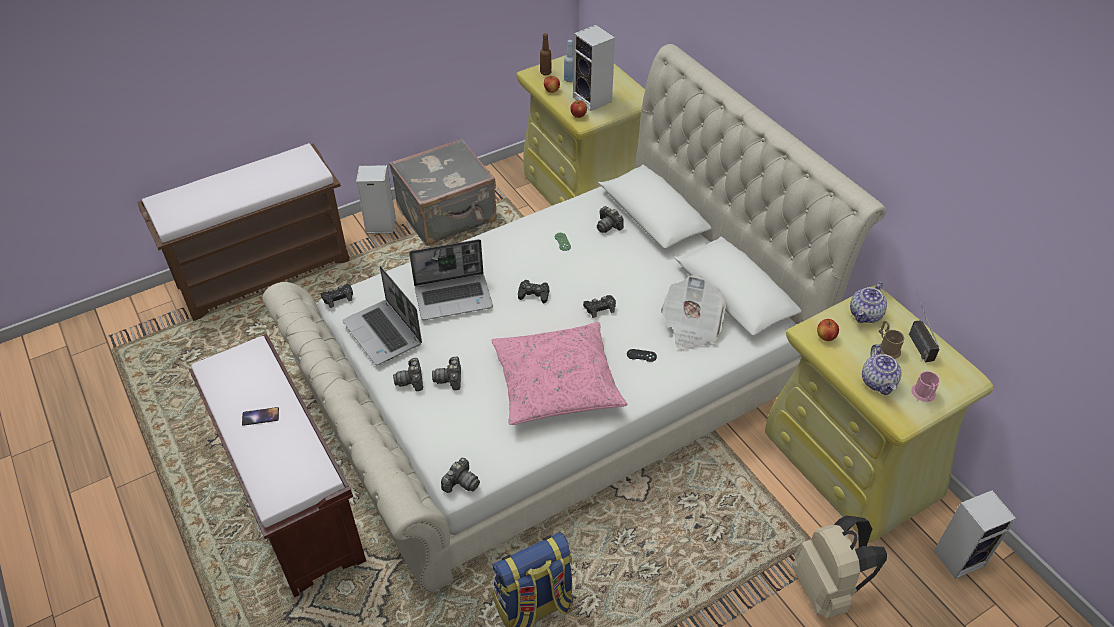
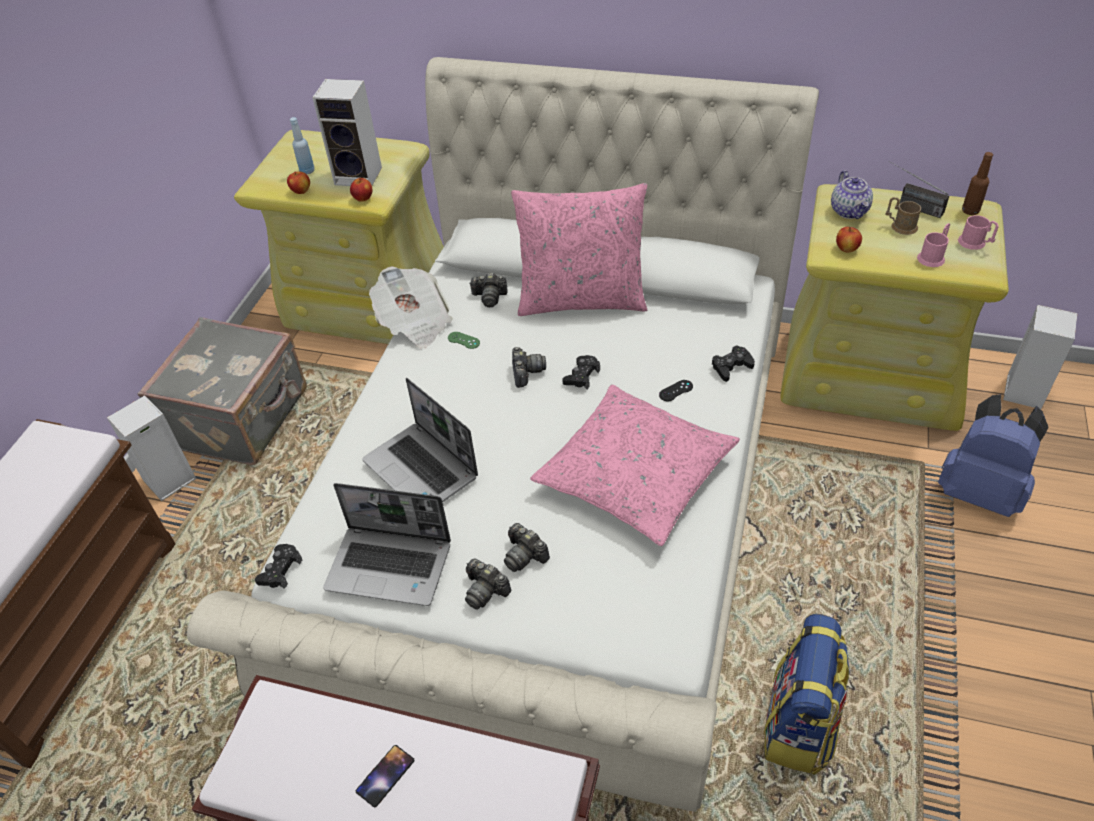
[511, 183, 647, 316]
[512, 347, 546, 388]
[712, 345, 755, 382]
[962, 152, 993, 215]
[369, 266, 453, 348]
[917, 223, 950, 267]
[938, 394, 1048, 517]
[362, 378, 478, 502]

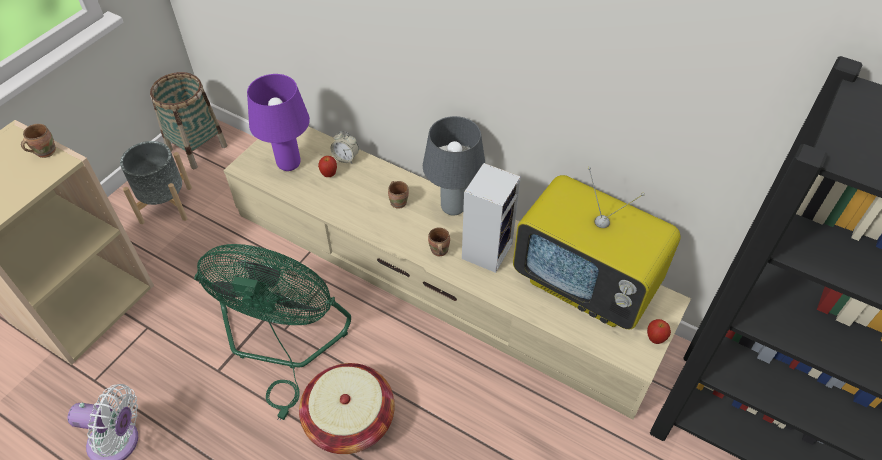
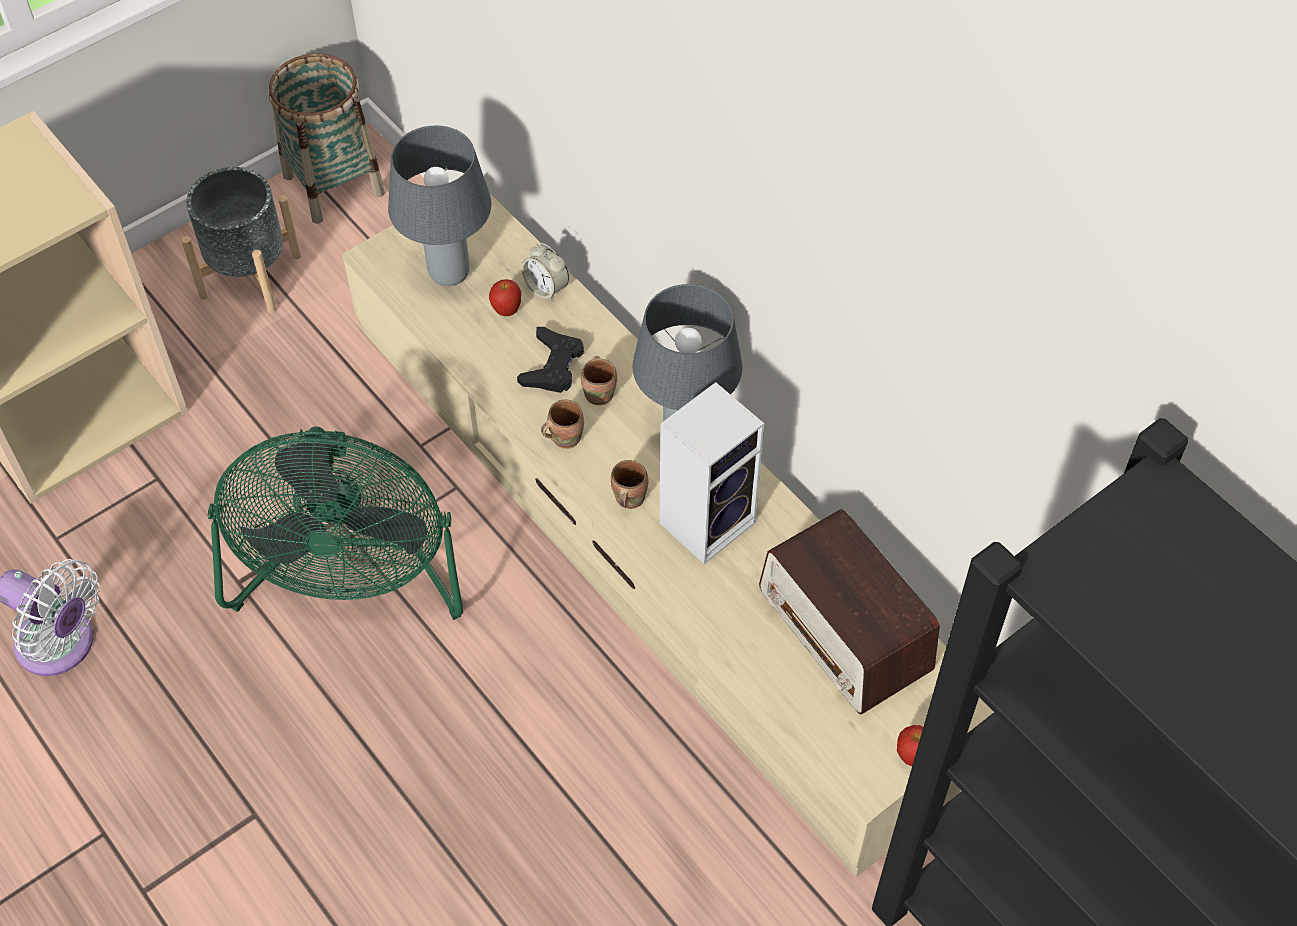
[299, 363, 395, 454] (first image)
[517, 327, 584, 393]
[541, 400, 584, 449]
[759, 509, 939, 715]
[388, 126, 492, 286]
[208, 426, 463, 620]

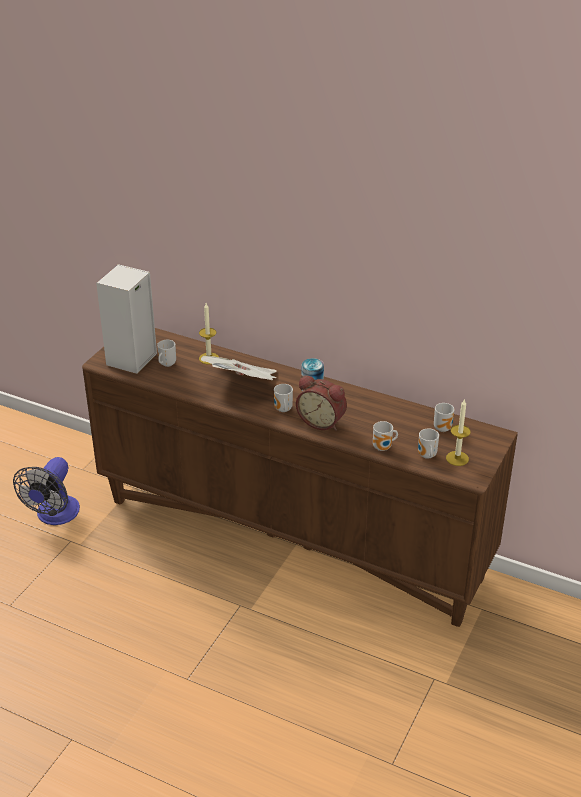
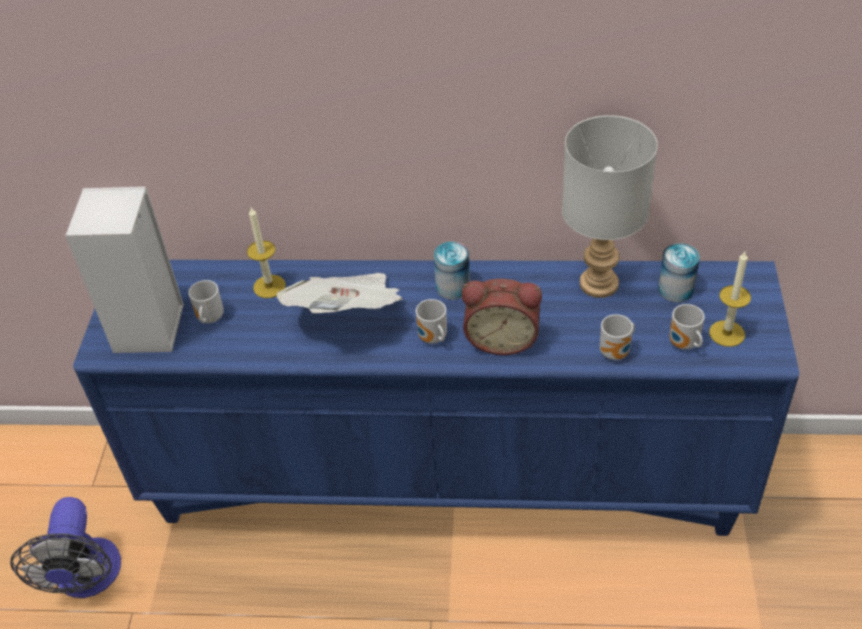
[562, 115, 658, 298]
[658, 243, 700, 302]
[73, 260, 800, 536]

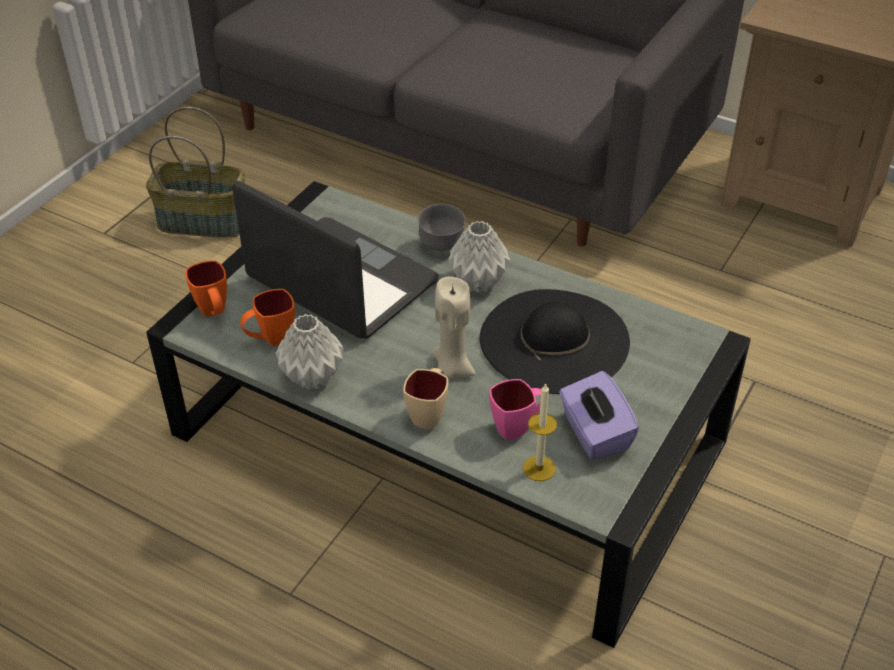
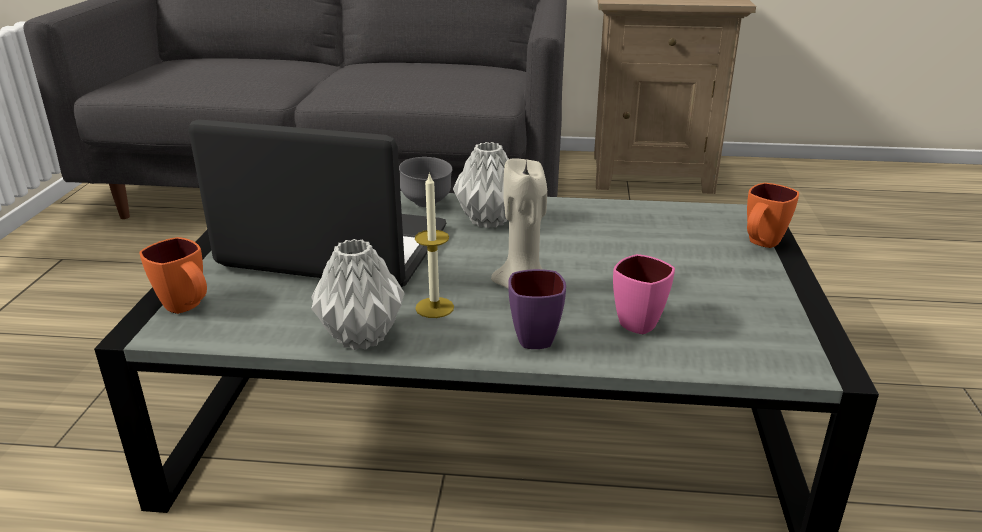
[146, 107, 245, 238] (first image)
[480, 289, 630, 394] (first image)
[559, 371, 639, 460] (first image)
[747, 183, 799, 248]
[415, 172, 454, 318]
[508, 269, 566, 349]

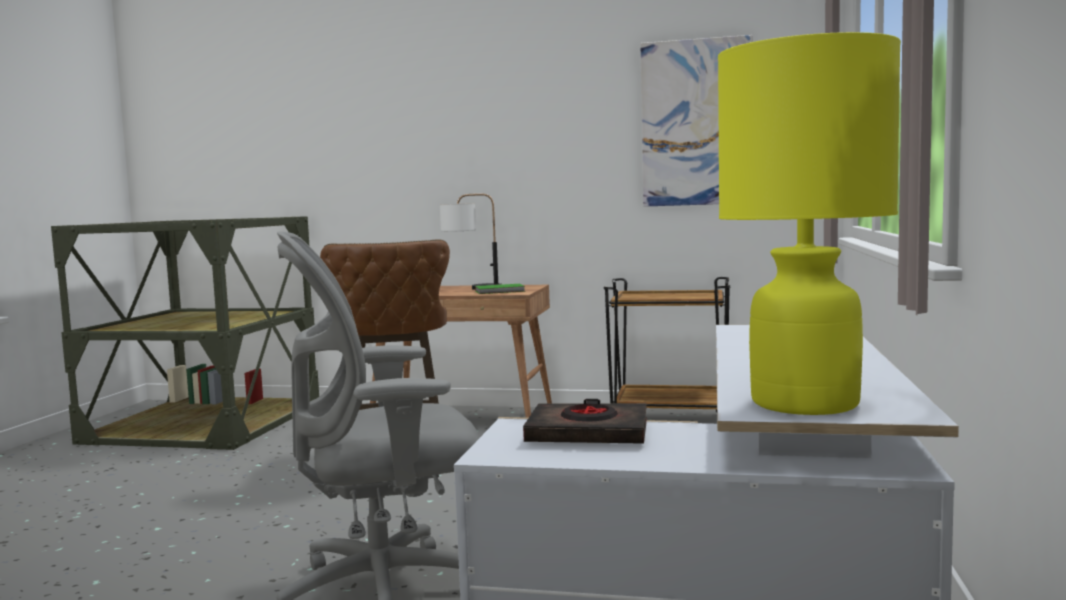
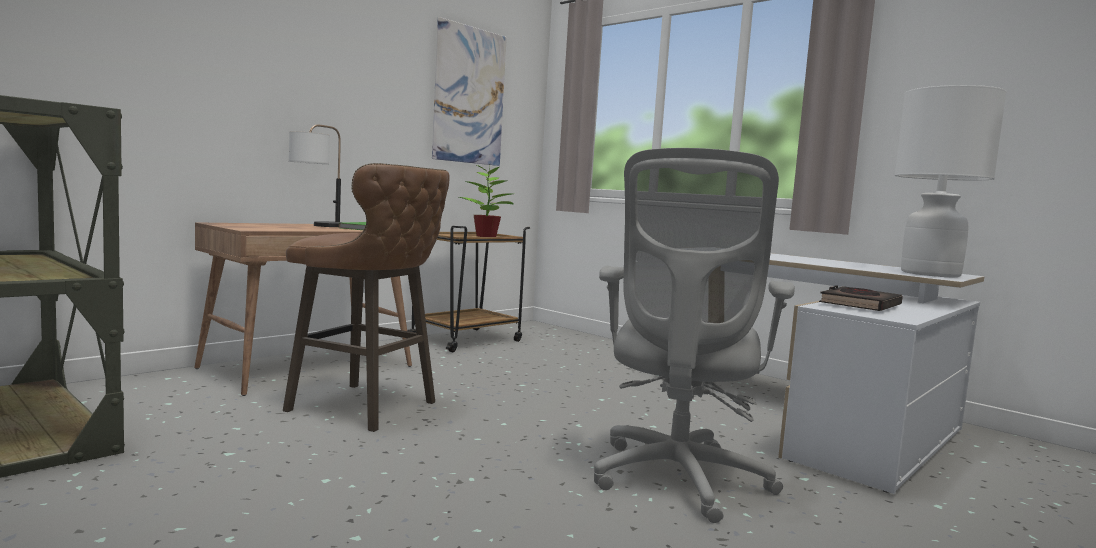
[459, 163, 513, 237]
[895, 85, 1007, 277]

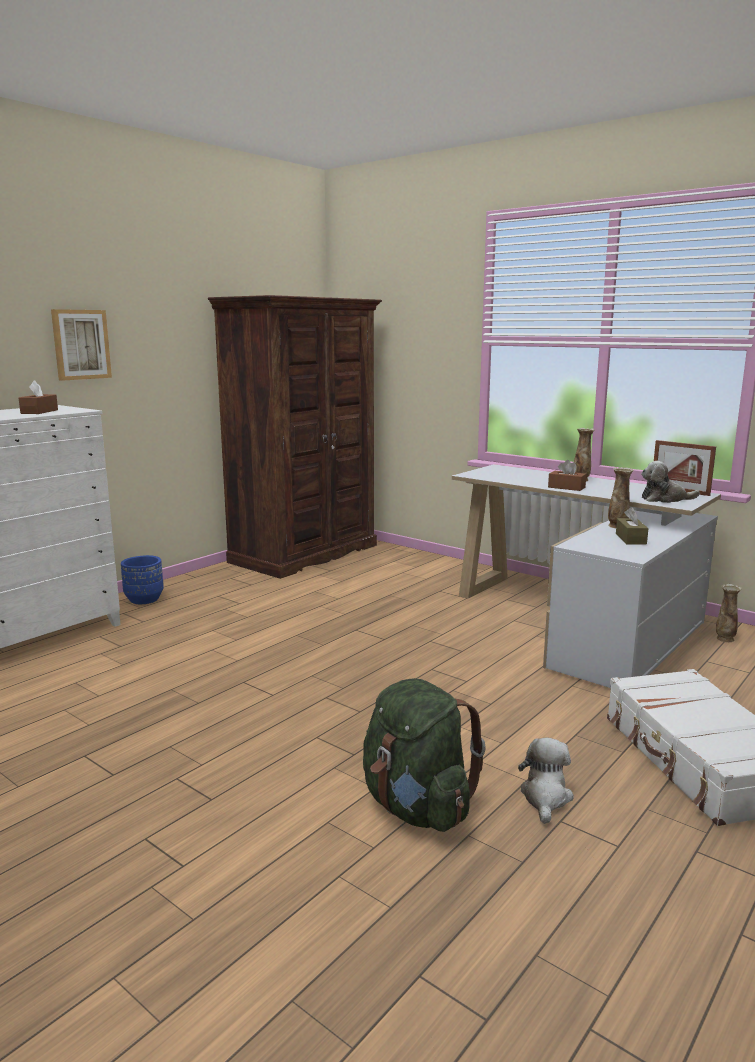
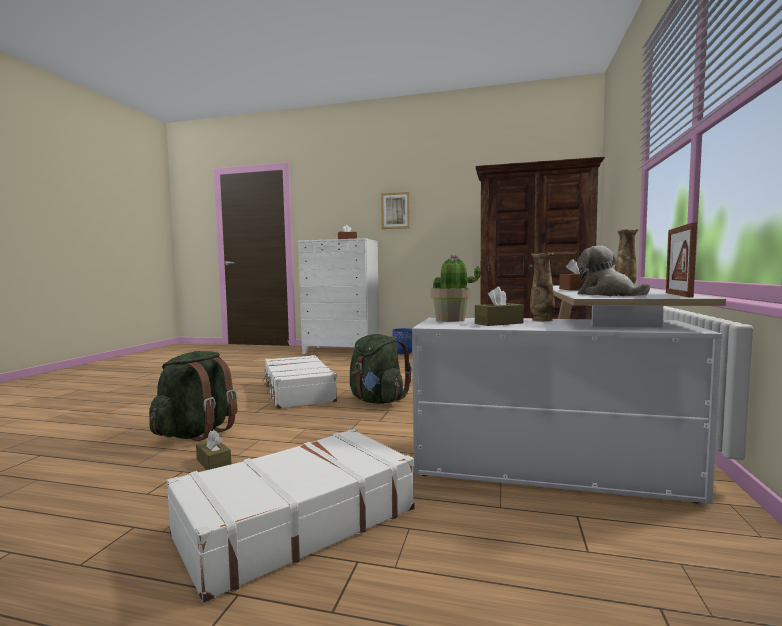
[716, 584, 742, 642] (first image)
[262, 355, 337, 409]
[350, 334, 412, 404]
[431, 255, 481, 322]
[196, 430, 231, 470]

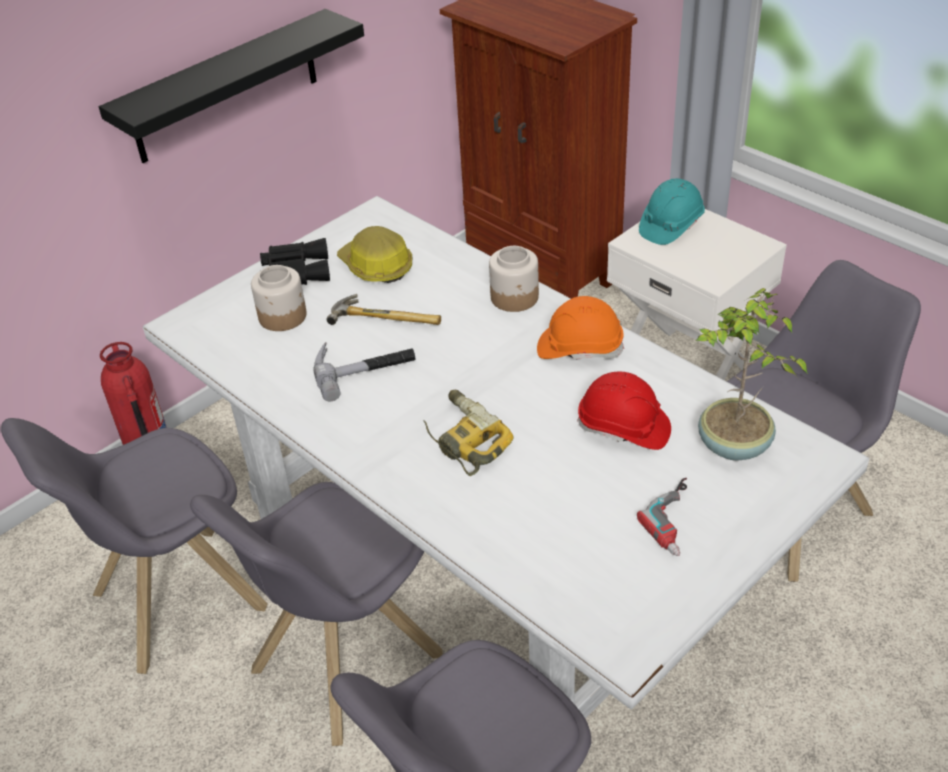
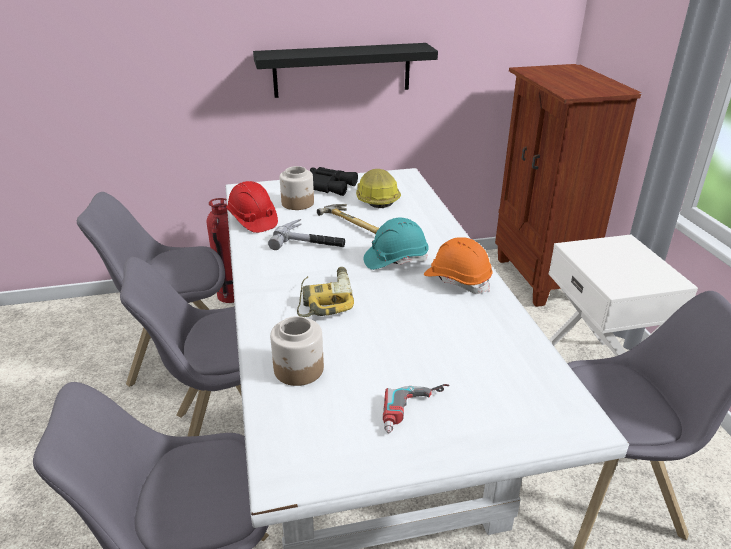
[696, 288, 808, 461] (first image)
[270, 316, 324, 386]
[226, 181, 278, 233]
[364, 218, 429, 270]

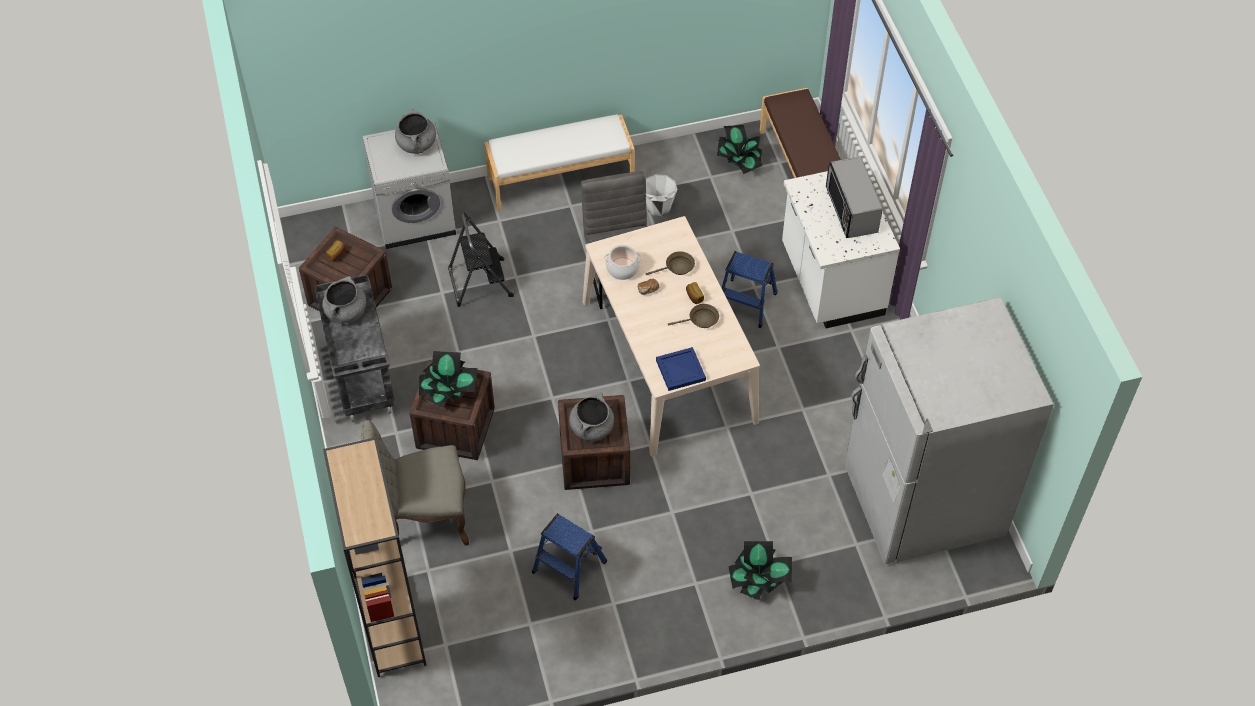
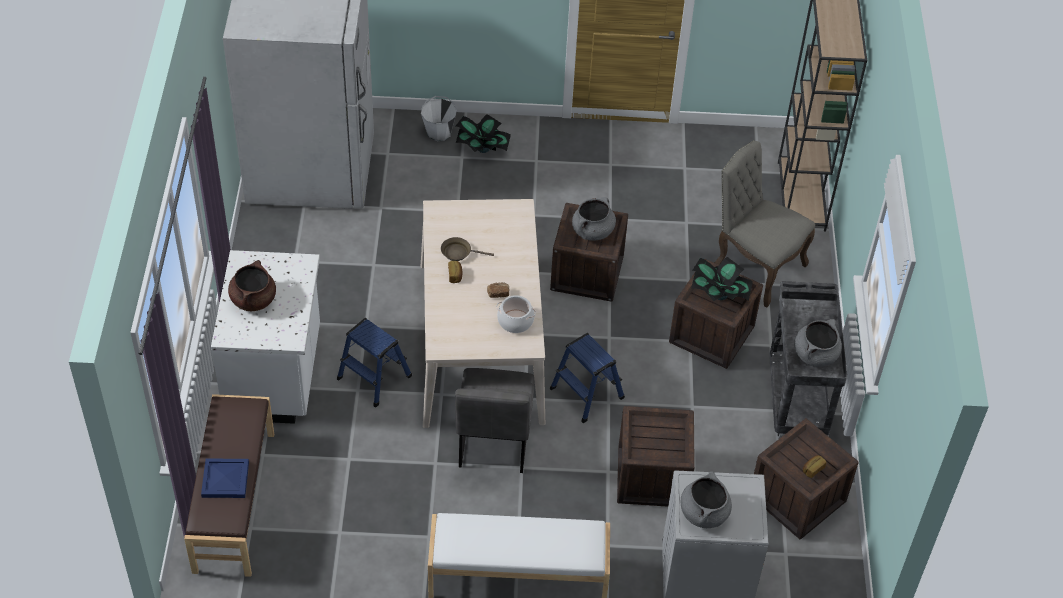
[645, 251, 695, 275] (first image)
[717, 125, 762, 174] (first image)
[550, 333, 625, 423]
[421, 96, 457, 141]
[201, 459, 249, 498]
[617, 406, 695, 507]
[228, 260, 276, 311]
[714, 140, 815, 308]

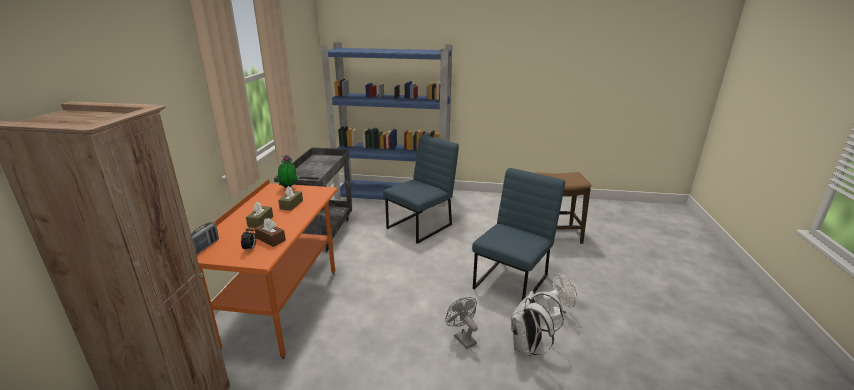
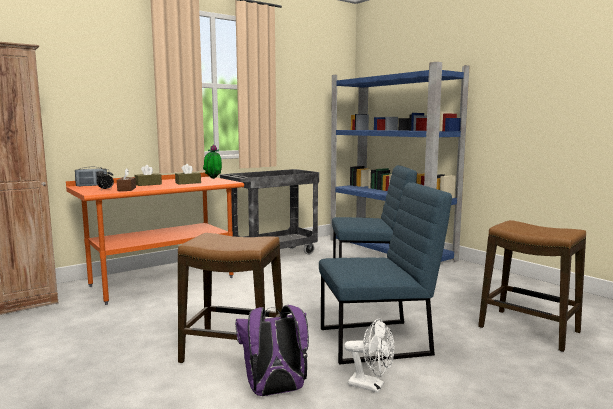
[178, 233, 283, 363]
[235, 305, 309, 396]

